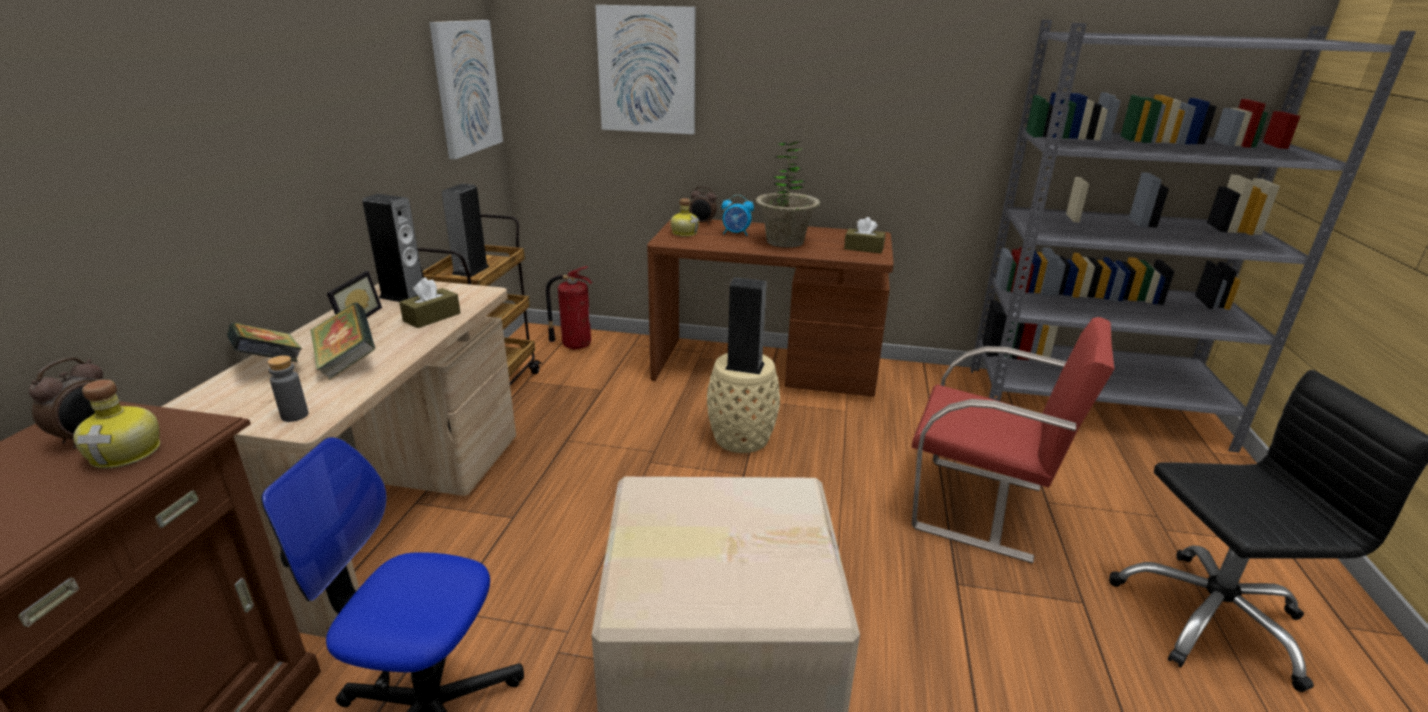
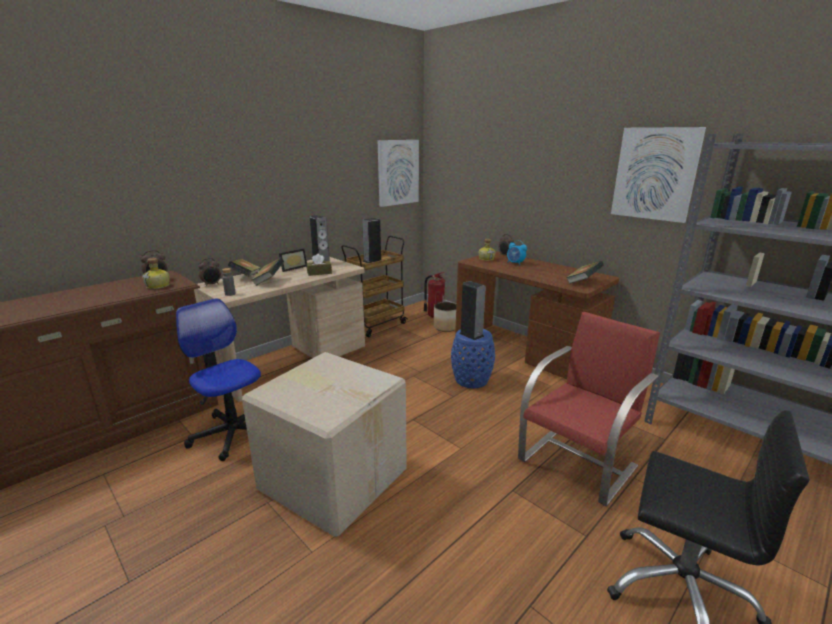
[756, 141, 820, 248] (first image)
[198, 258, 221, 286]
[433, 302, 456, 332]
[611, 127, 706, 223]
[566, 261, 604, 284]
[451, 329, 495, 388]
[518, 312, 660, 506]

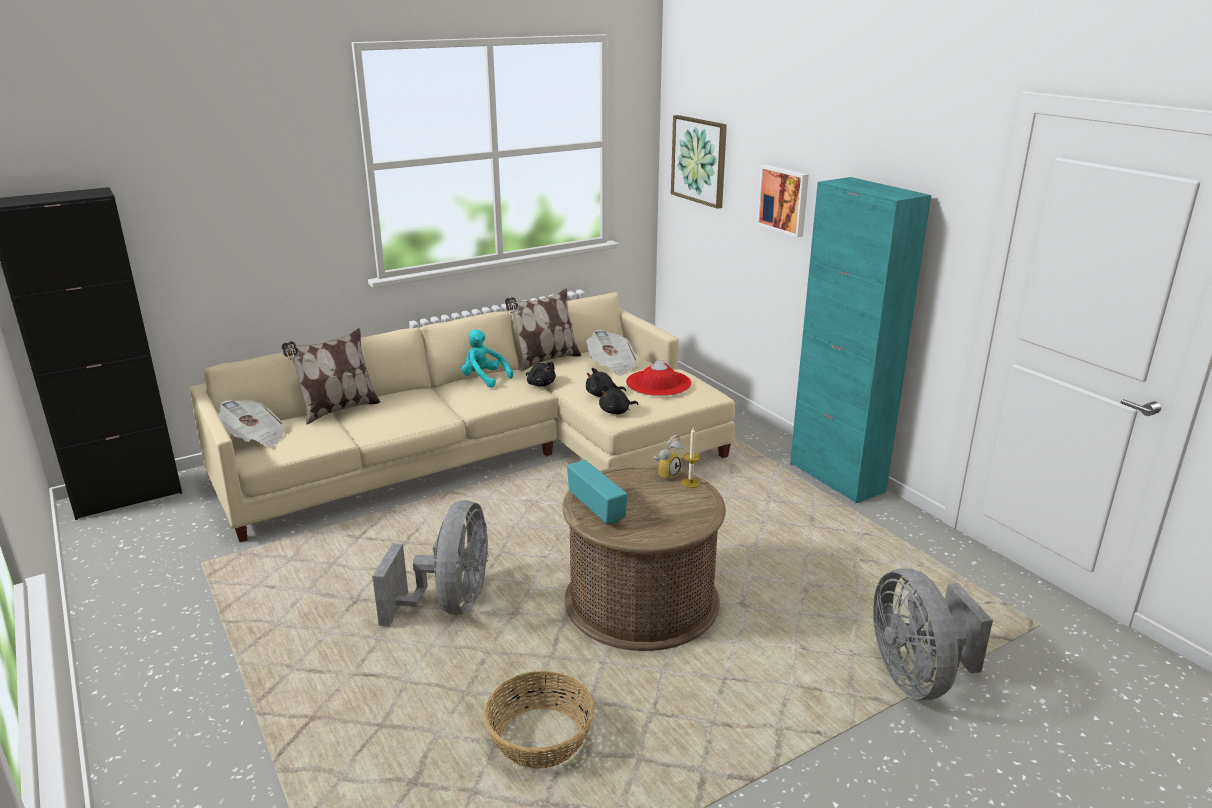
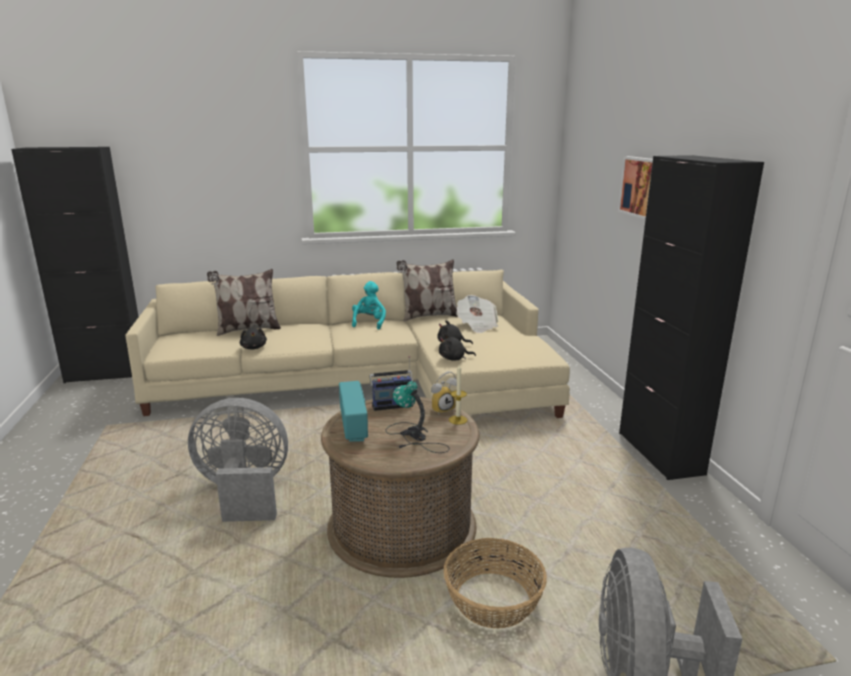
[217, 400, 287, 447] (first image)
[626, 360, 692, 396] (first image)
[671, 115, 727, 209] (first image)
[369, 356, 413, 411]
[386, 381, 450, 453]
[444, 538, 547, 629]
[240, 328, 267, 350]
[619, 155, 764, 480]
[188, 398, 288, 522]
[352, 281, 386, 330]

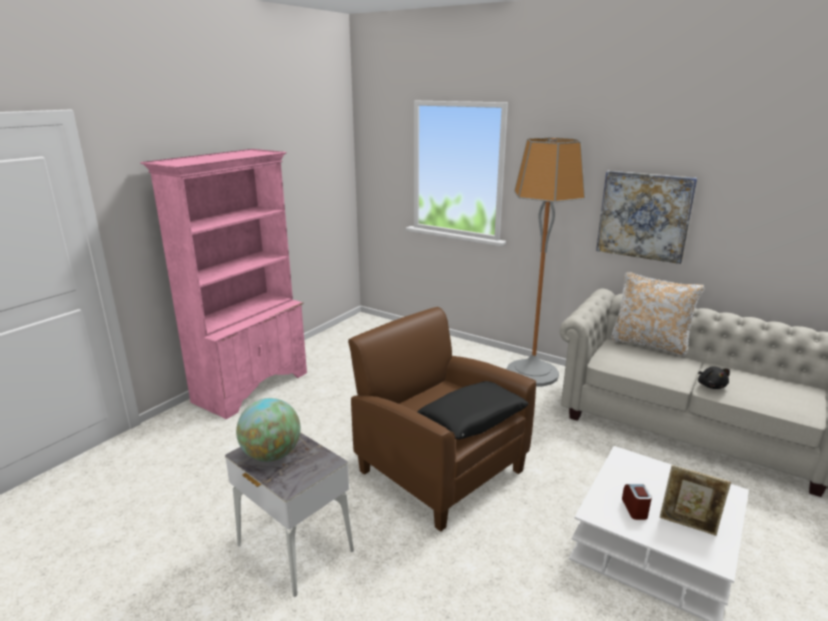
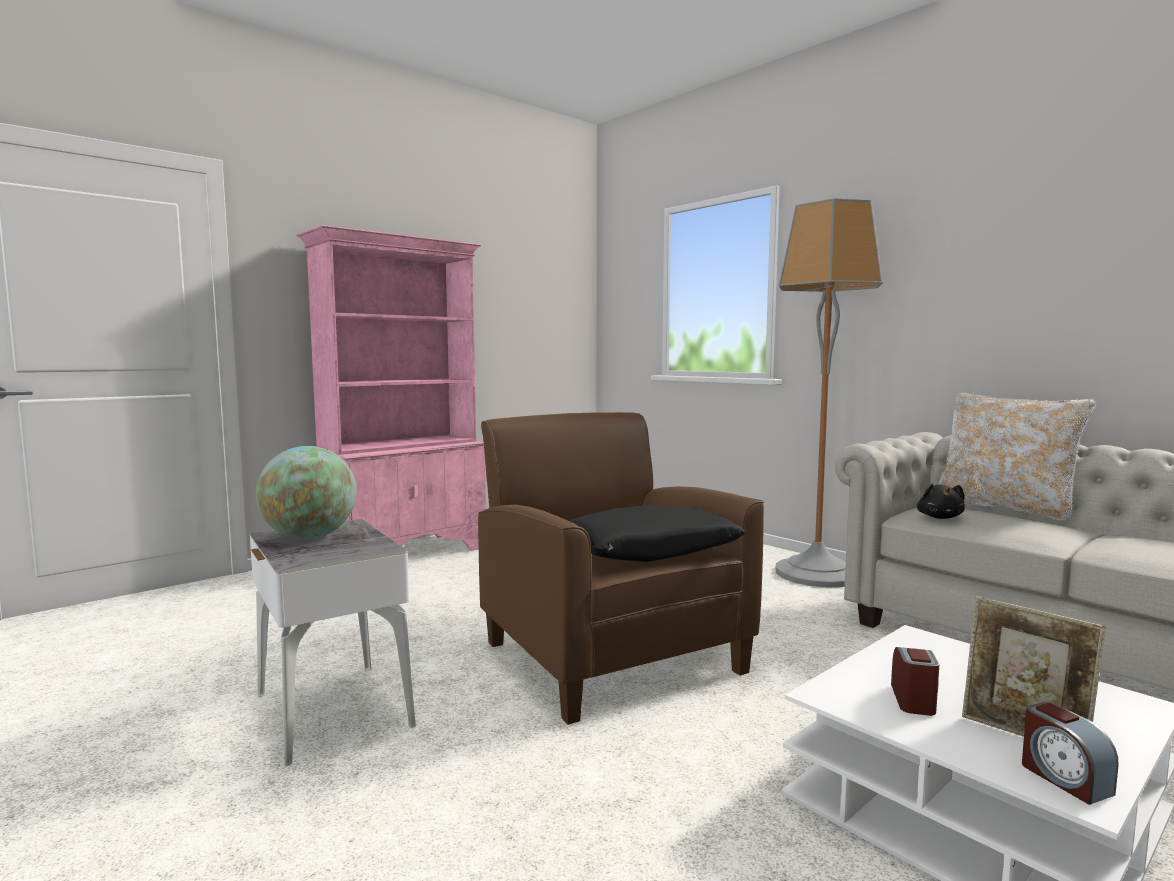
[596, 171, 697, 264] (first image)
[1022, 702, 1119, 805]
[917, 483, 965, 519]

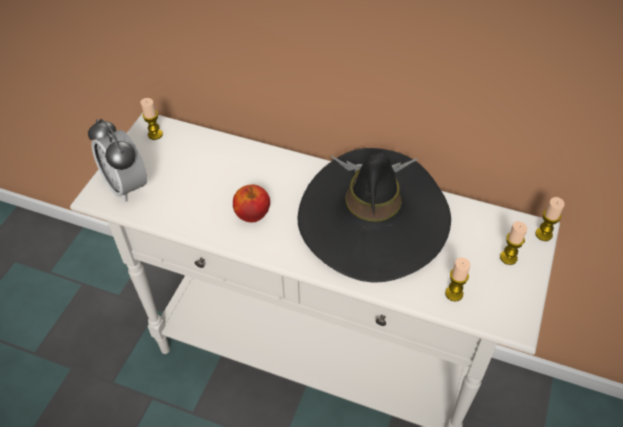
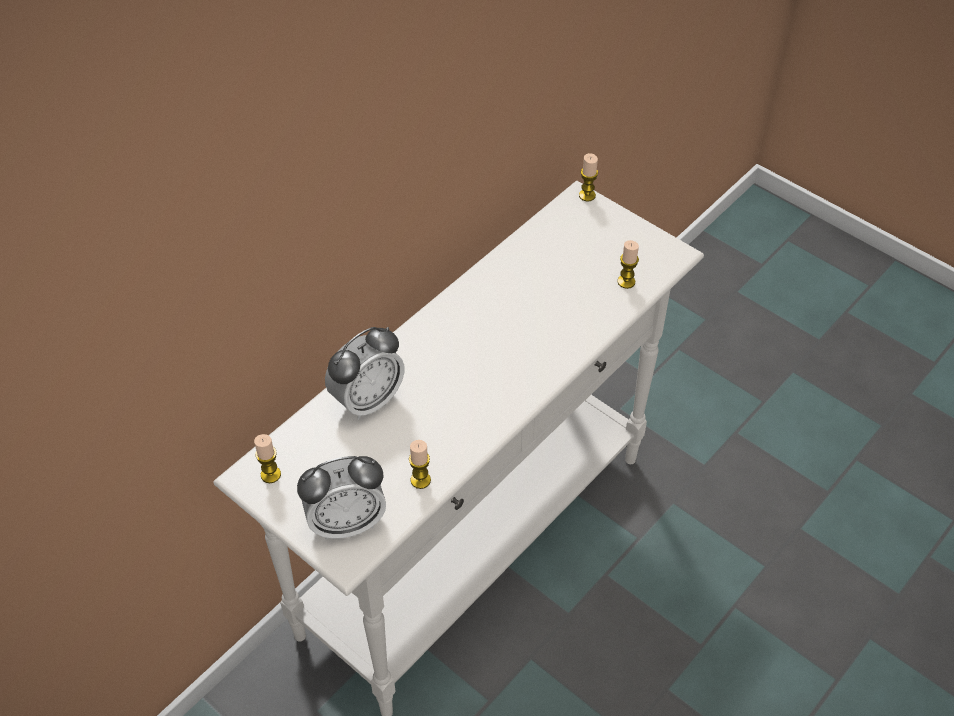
[233, 185, 270, 222] (first image)
[298, 148, 451, 283] (first image)
[325, 327, 404, 420]
[409, 440, 431, 489]

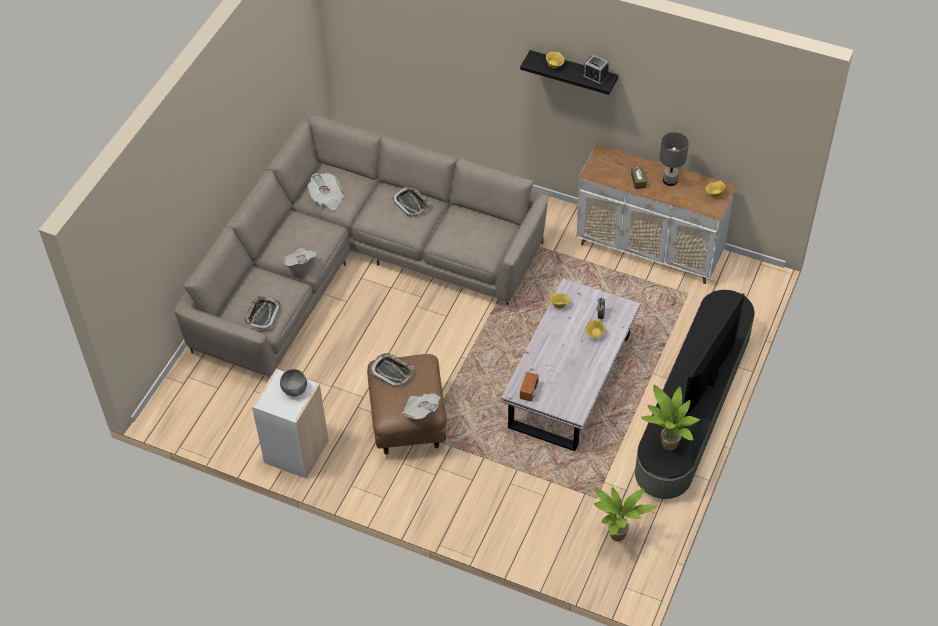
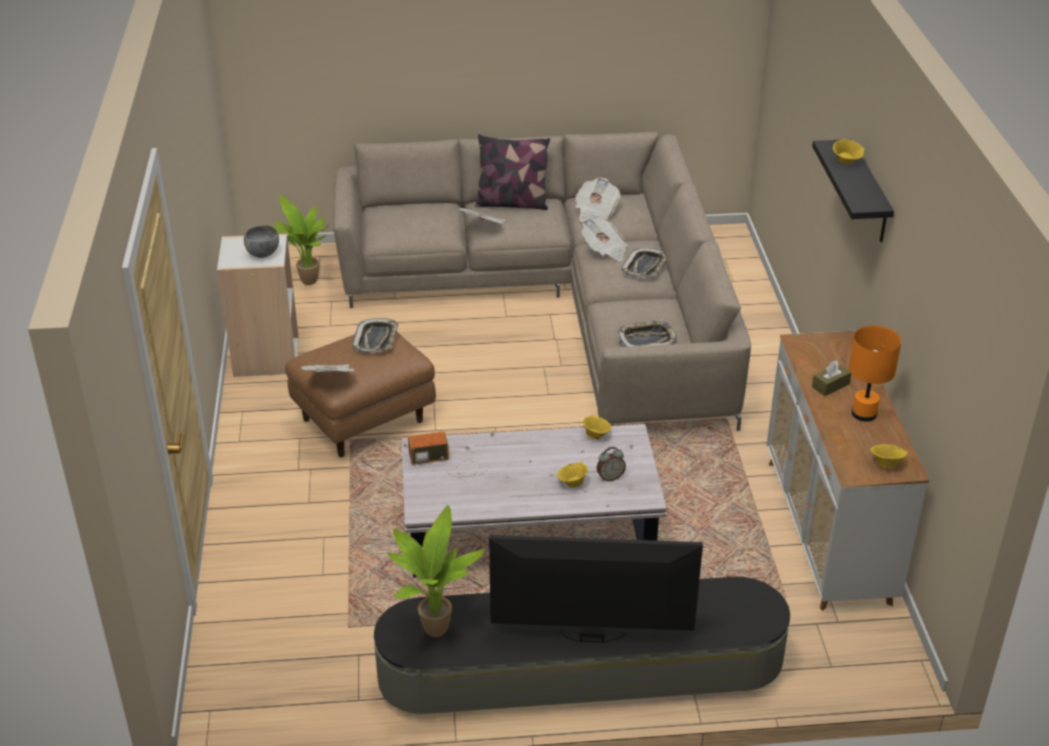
[583, 55, 609, 86] (first image)
[475, 134, 550, 210]
[582, 218, 628, 261]
[616, 320, 677, 347]
[270, 195, 327, 285]
[849, 325, 901, 422]

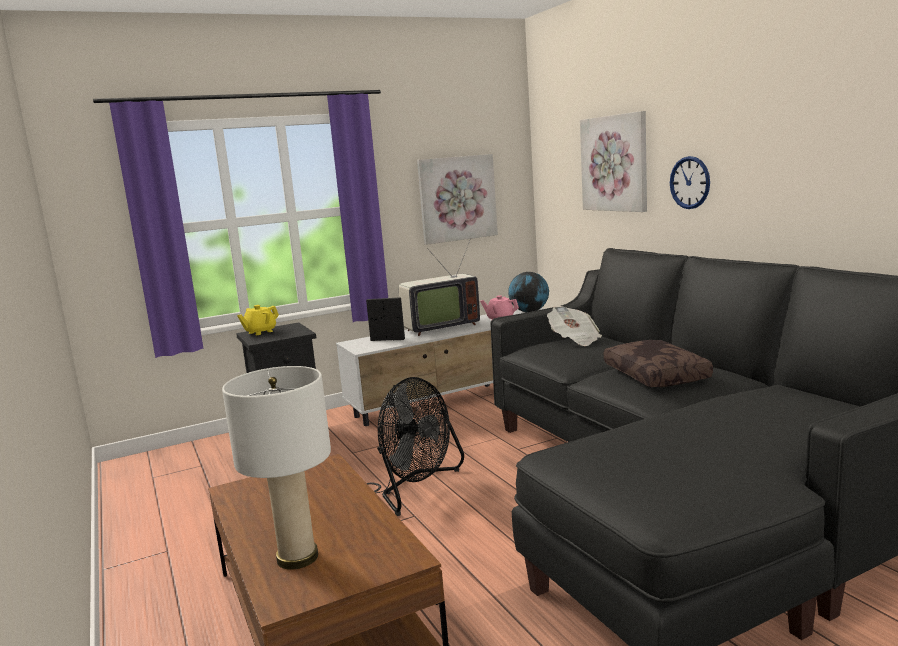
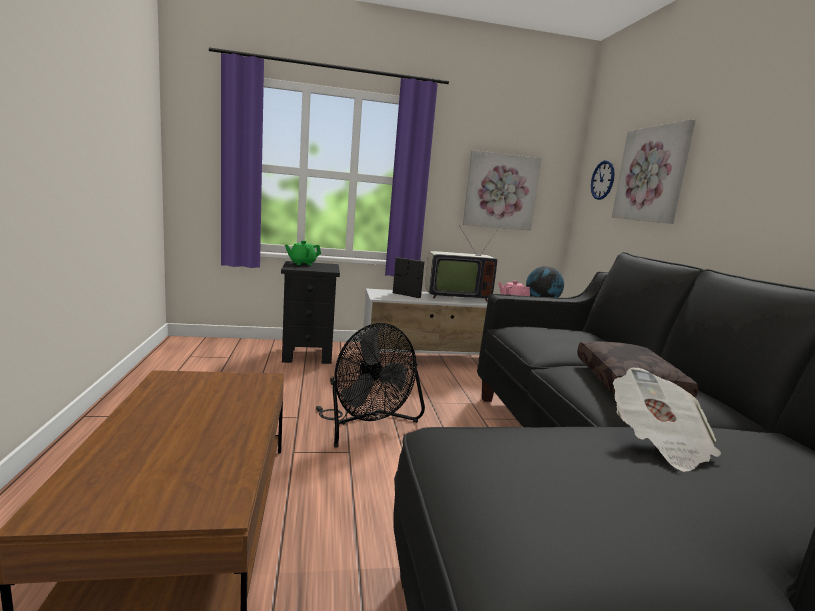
[222, 366, 331, 570] (first image)
[613, 367, 721, 472]
[591, 160, 615, 200]
[285, 241, 321, 265]

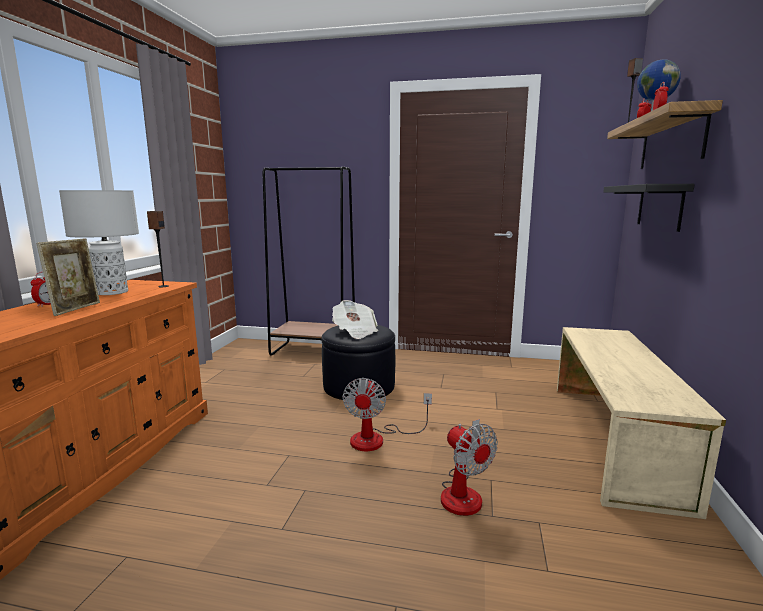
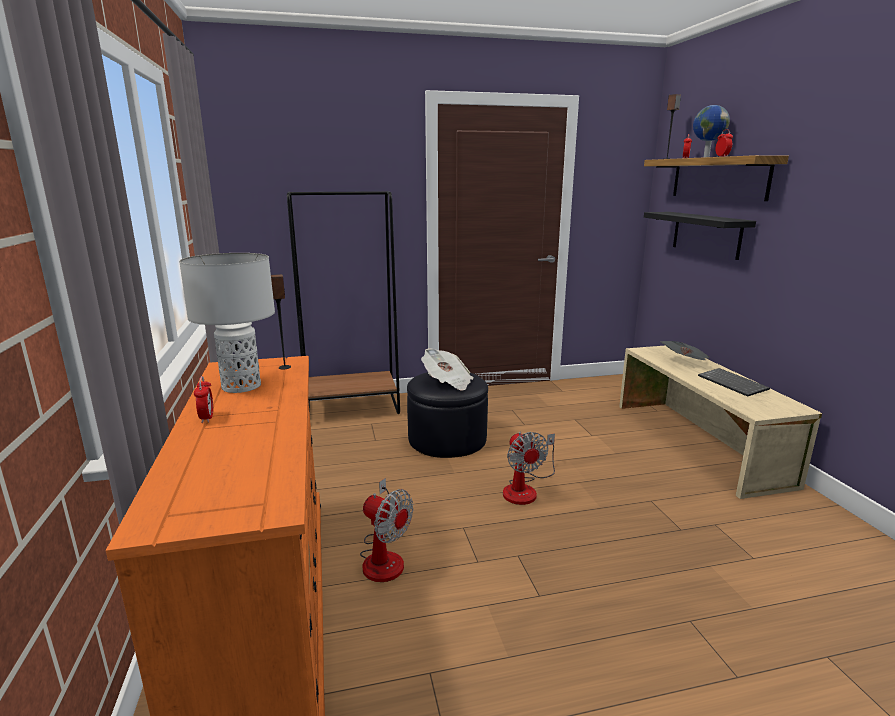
[37, 238, 100, 316] (first image)
[660, 341, 709, 360]
[698, 368, 770, 397]
[360, 478, 413, 582]

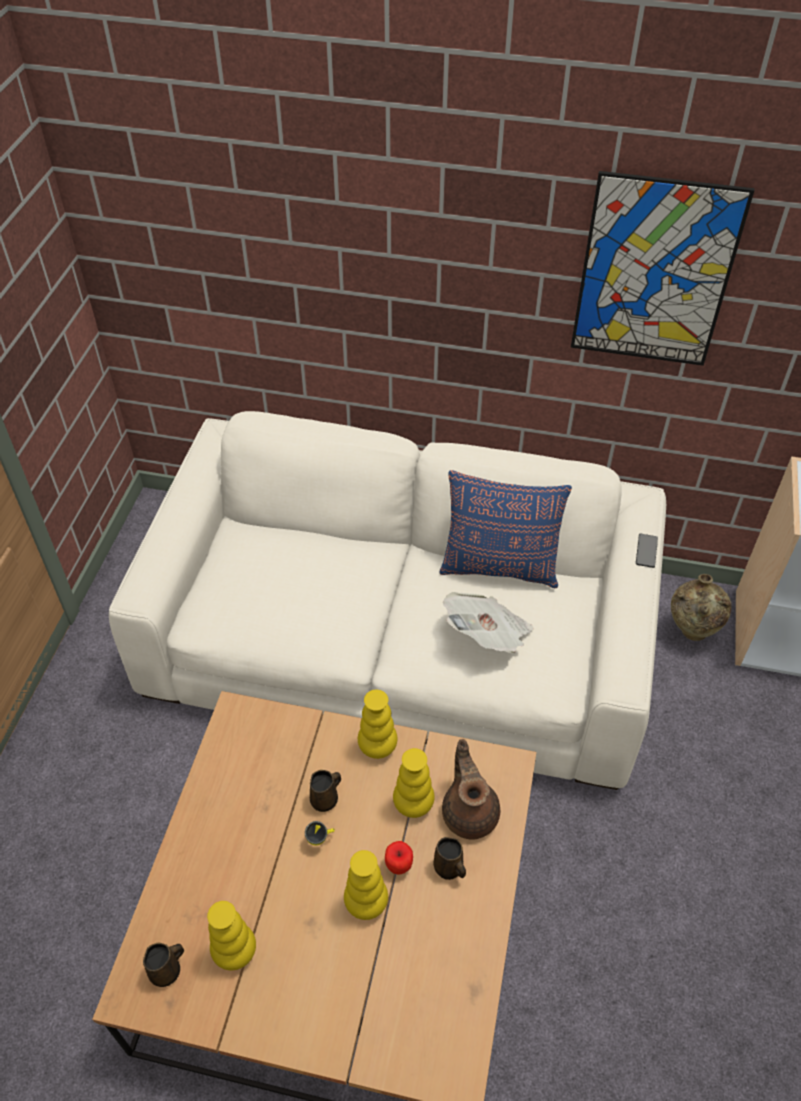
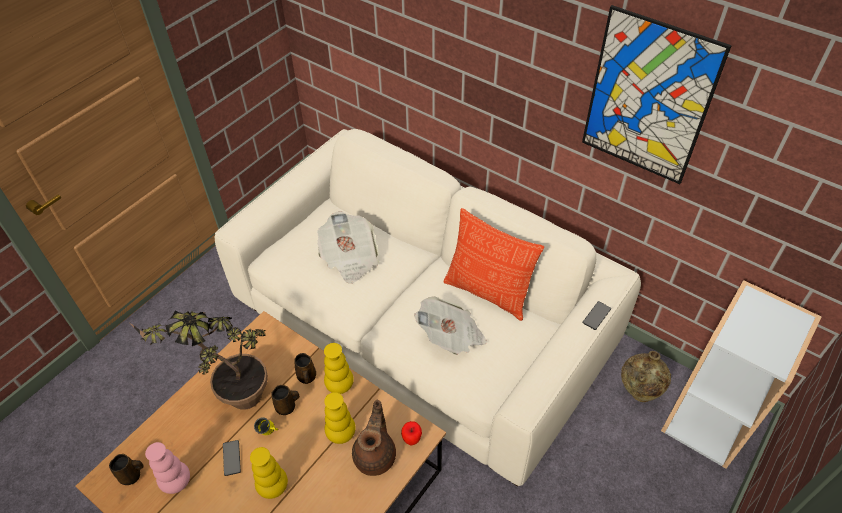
[130, 310, 268, 410]
[223, 440, 241, 476]
[317, 211, 379, 284]
[401, 421, 422, 445]
[294, 353, 316, 384]
[145, 442, 190, 494]
[444, 208, 544, 321]

